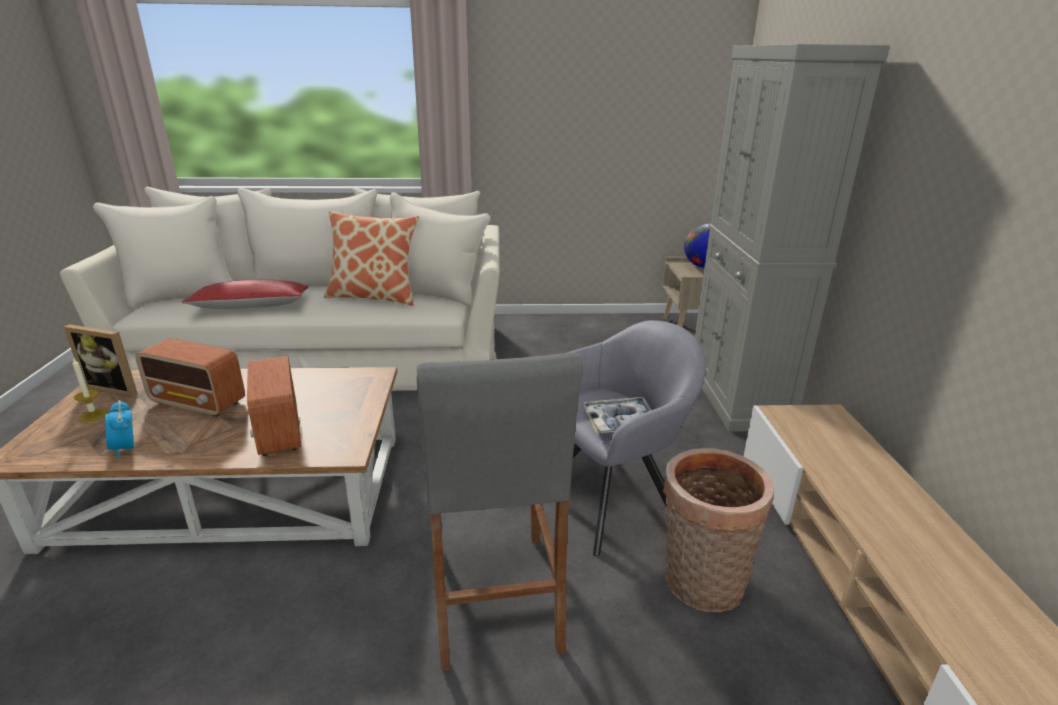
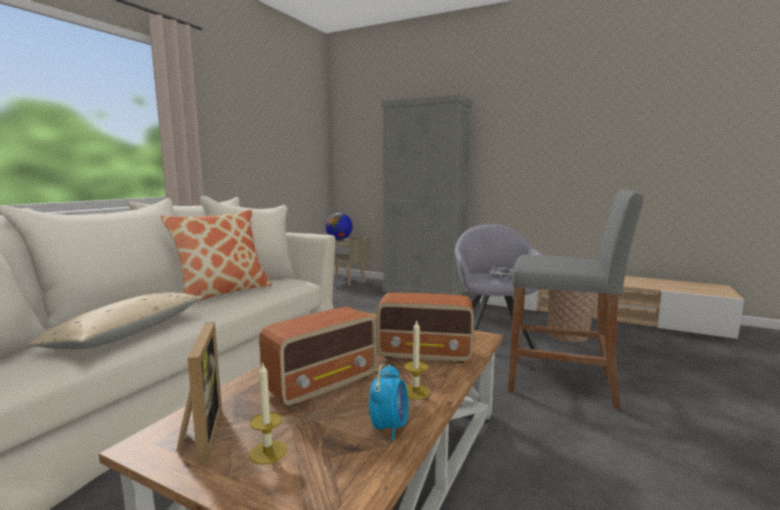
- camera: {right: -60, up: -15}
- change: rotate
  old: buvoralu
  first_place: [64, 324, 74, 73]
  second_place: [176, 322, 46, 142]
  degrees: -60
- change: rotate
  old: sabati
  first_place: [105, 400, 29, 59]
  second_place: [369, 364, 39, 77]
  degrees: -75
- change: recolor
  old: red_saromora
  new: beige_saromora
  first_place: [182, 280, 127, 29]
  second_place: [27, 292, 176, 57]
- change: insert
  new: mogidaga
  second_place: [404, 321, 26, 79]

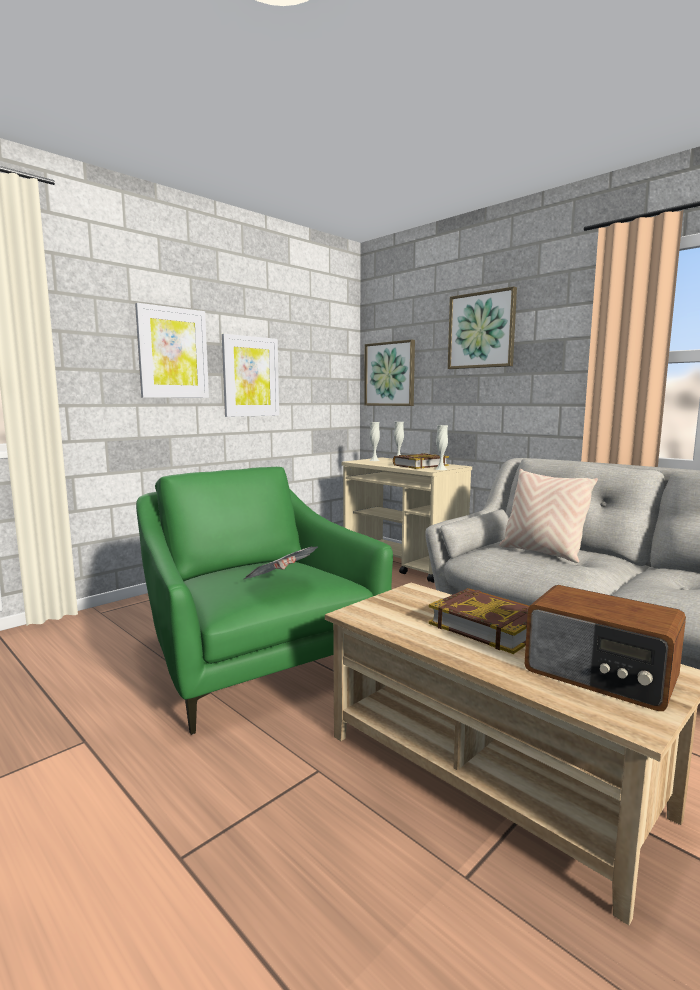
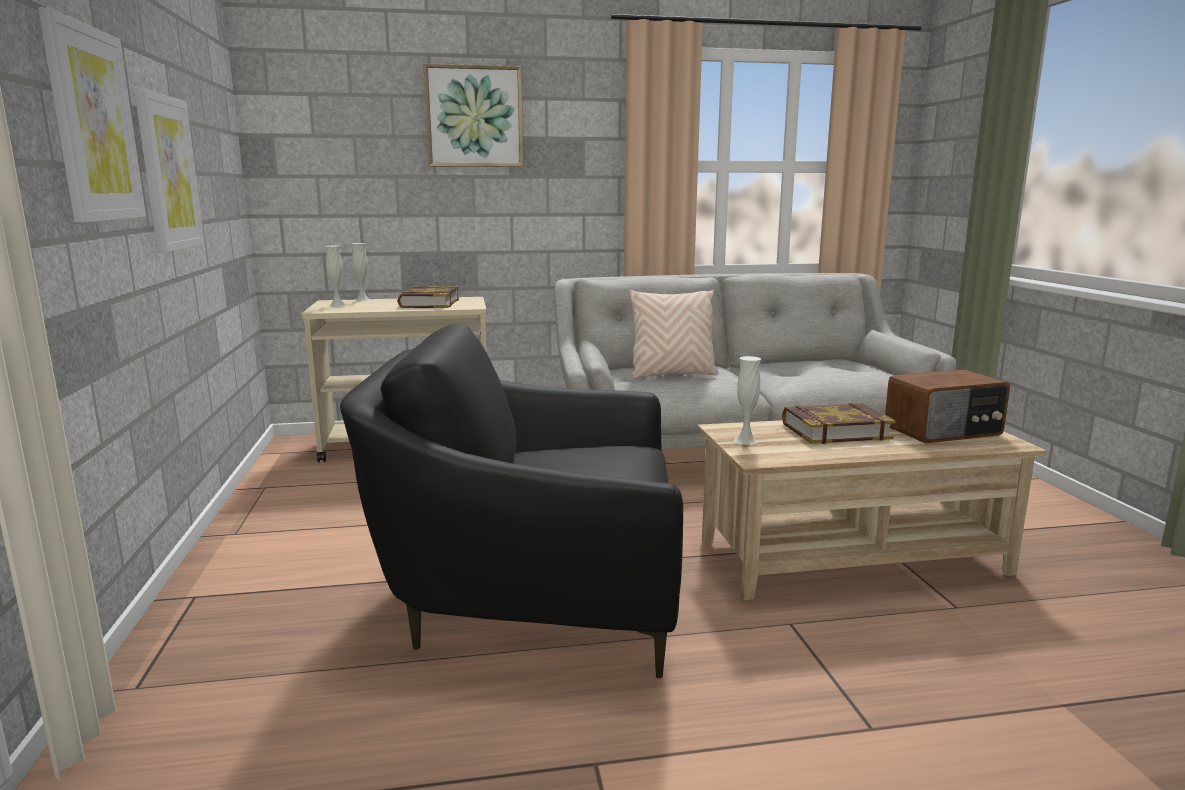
- camera: {right: -55, up: 5}
- change: recolor
  old: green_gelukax
  new: black_gelukax
  first_place: [136, 467, 257, 268]
  second_place: [340, 324, 343, 354]
- change: delete
  old: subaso
  first_place: [244, 546, 74, 33]
- change: delete
  old: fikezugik
  first_place: [364, 340, 51, 66]
- change: move
  old: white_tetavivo
  first_place: [435, 425, 13, 45]
  second_place: [733, 356, 28, 89]

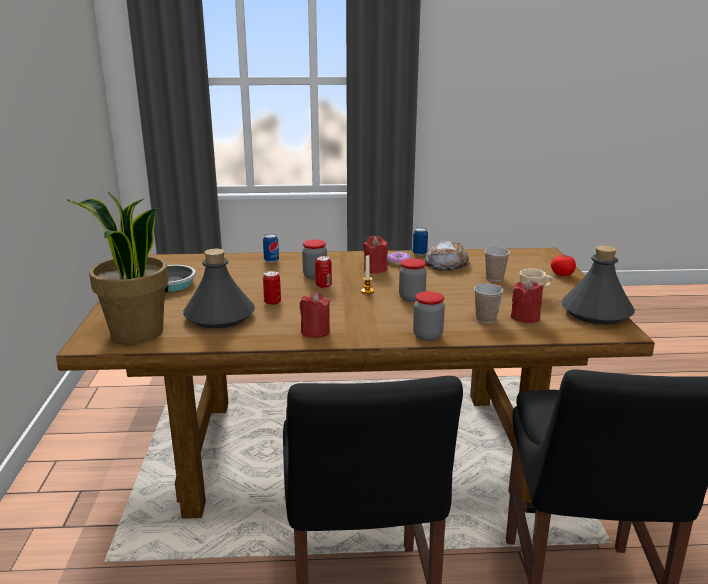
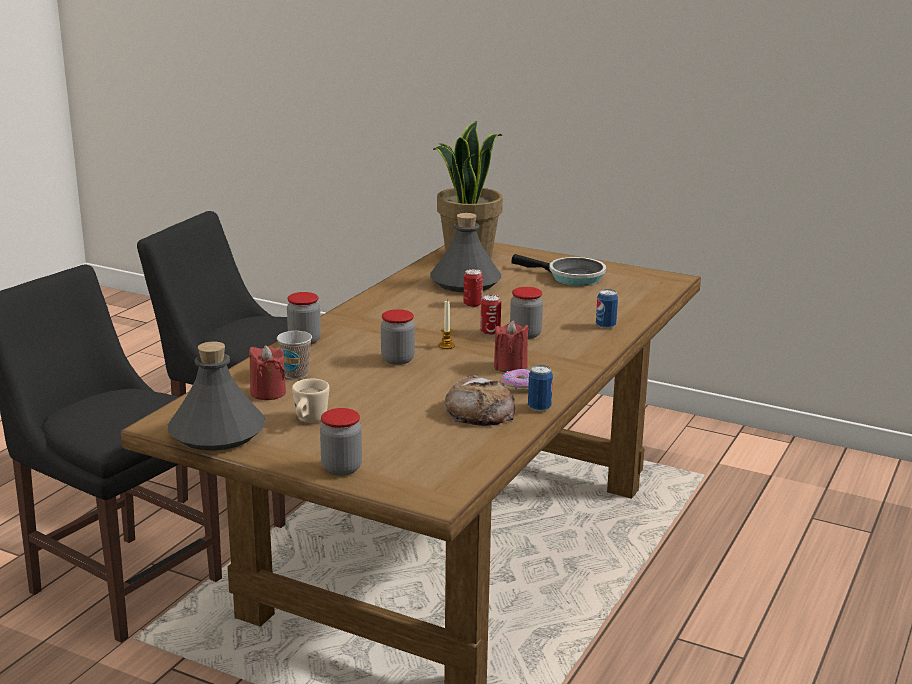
- camera: {right: 120, up: 0}
- change: delete
  old: red_mogidaga
  first_place: [300, 293, 30, 45]
- change: delete
  old: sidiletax
  first_place: [485, 247, 25, 34]
- change: replace
  old: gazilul
  new: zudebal
  first_place: [551, 255, 25, 21]
  second_place: [320, 408, 42, 68]

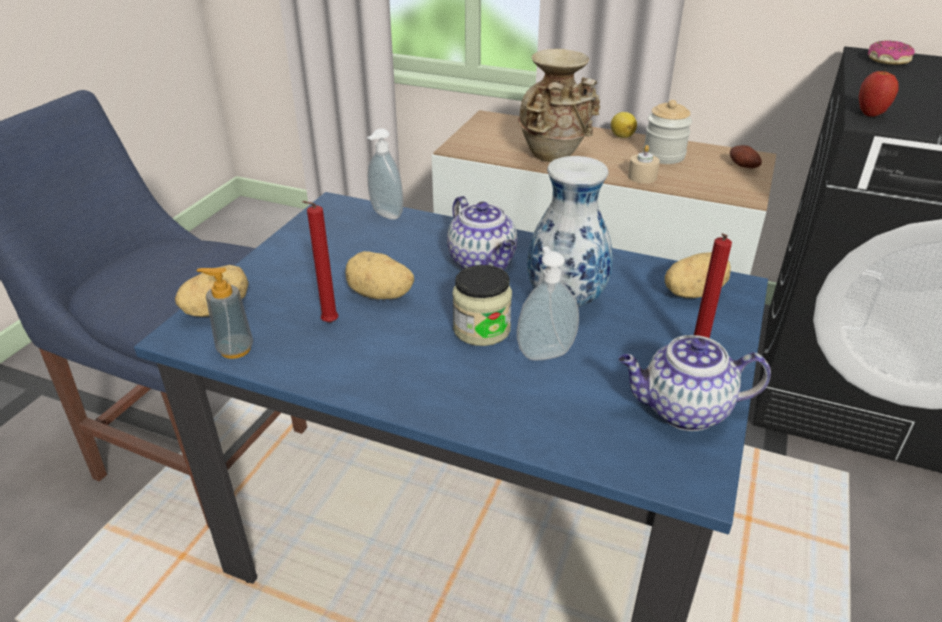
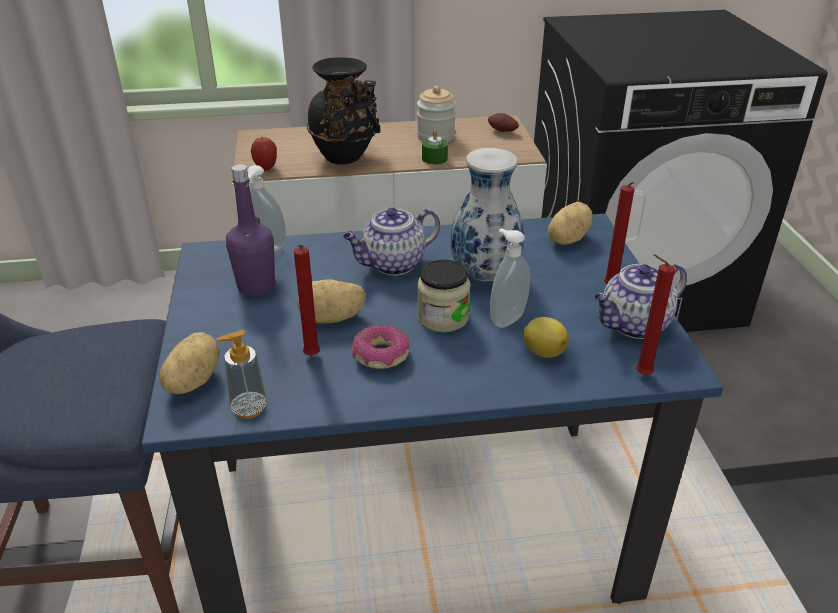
- camera: {right: -30, up: 0}
- change: rotate
  old: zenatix
  first_place: [447, 196, 70, 74]
  second_place: [343, 208, 97, 67]
  degrees: 120
- change: recolor
  old: beige_tetavivo
  new: black_tetavivo
  first_place: [518, 49, 82, 113]
  second_place: [307, 58, 74, 107]
- change: move
  old: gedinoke
  first_place: [611, 112, 26, 26]
  second_place: [524, 317, 45, 41]
- change: recolor
  old: beige_mogidaga
  new: green_mogidaga
  first_place: [628, 145, 32, 39]
  second_place: [422, 130, 26, 34]
- change: move
  old: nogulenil
  first_place: [859, 69, 40, 48]
  second_place: [251, 137, 26, 34]
- change: move
  old: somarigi
  first_place: [868, 40, 47, 25]
  second_place: [352, 325, 57, 44]
- change: insert
  new: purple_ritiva
  second_place: [226, 164, 49, 132]
- change: insert
  new: red_mogidaga
  second_place: [636, 254, 39, 121]

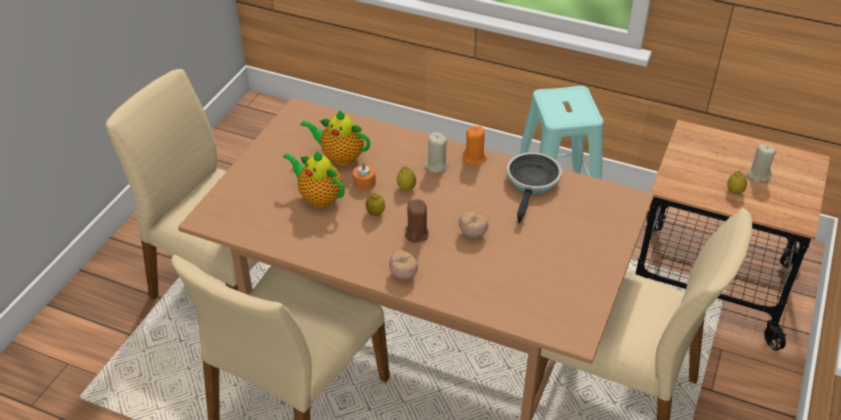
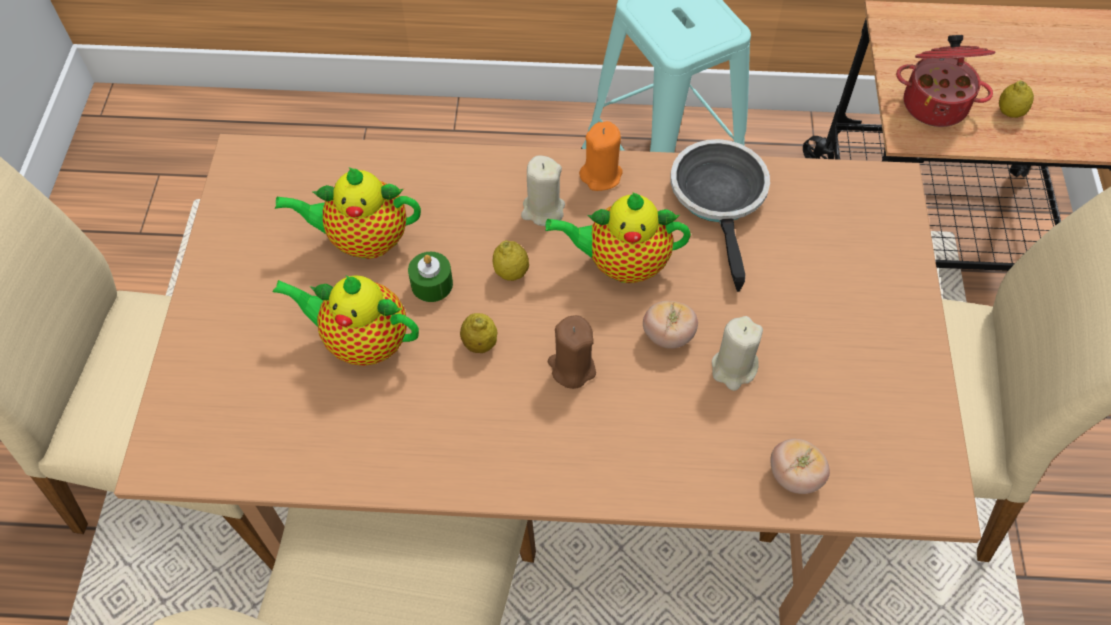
- camera: {right: -20, up: 15}
- change: recolor
  old: orange_mogidaga
  new: green_mogidaga
  first_place: [353, 162, 23, 28]
  second_place: [408, 252, 45, 50]
- change: move
  old: gazilul
  first_place: [389, 251, 29, 29]
  second_place: [770, 439, 60, 55]
- change: move
  old: beige_mogidaga
  first_place: [748, 144, 28, 39]
  second_place: [712, 316, 51, 75]
- change: insert
  new: zenatix
  second_place: [546, 192, 145, 91]
- change: insert
  new: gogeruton
  second_place: [896, 35, 99, 92]

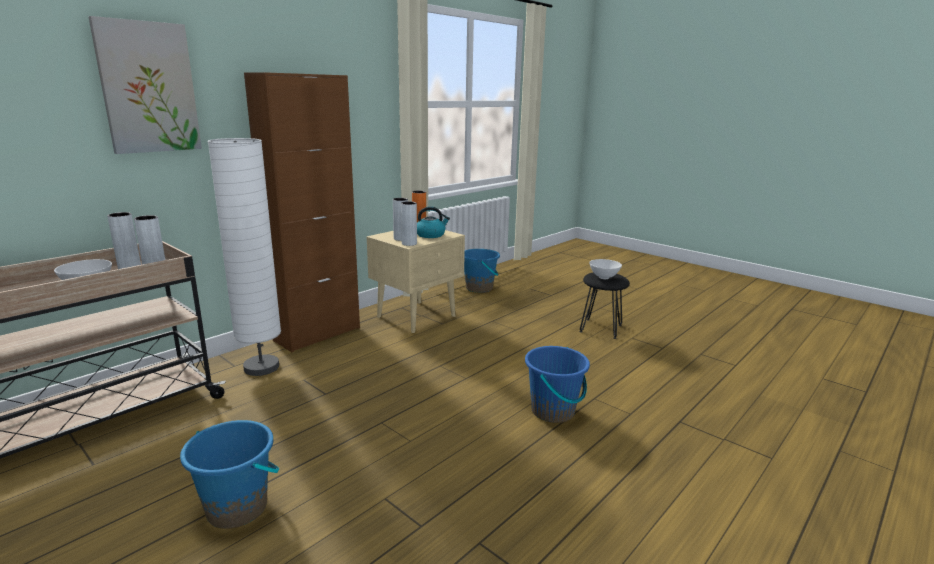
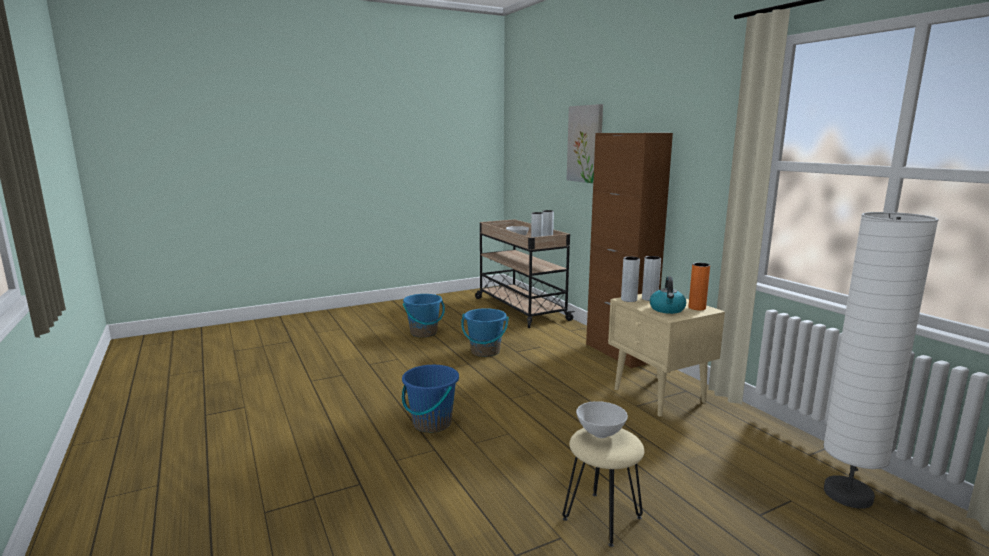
- camera: {right: 110, up: -5}
- change: move
  old: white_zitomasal
  first_place: [208, 138, 73, 238]
  second_place: [823, 212, 116, 297]
- change: move
  old: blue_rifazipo
  first_place: [464, 249, 36, 44]
  second_place: [461, 308, 48, 49]
- change: recolor
  old: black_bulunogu
  new: beige_bulunogu
  first_place: [580, 273, 50, 66]
  second_place: [563, 428, 81, 119]

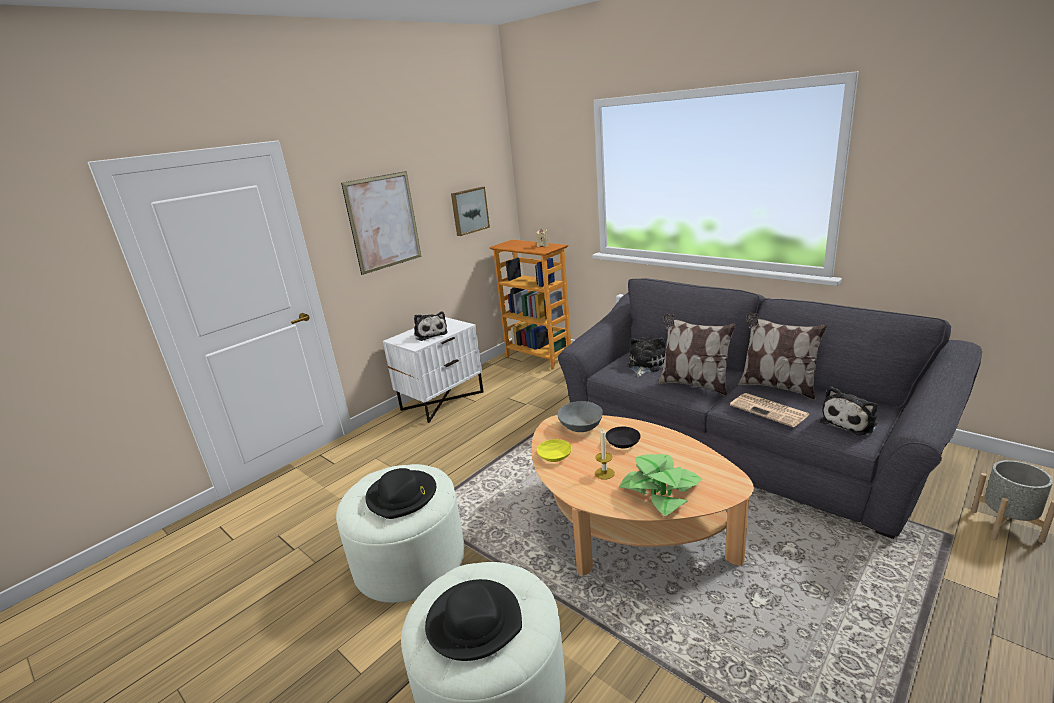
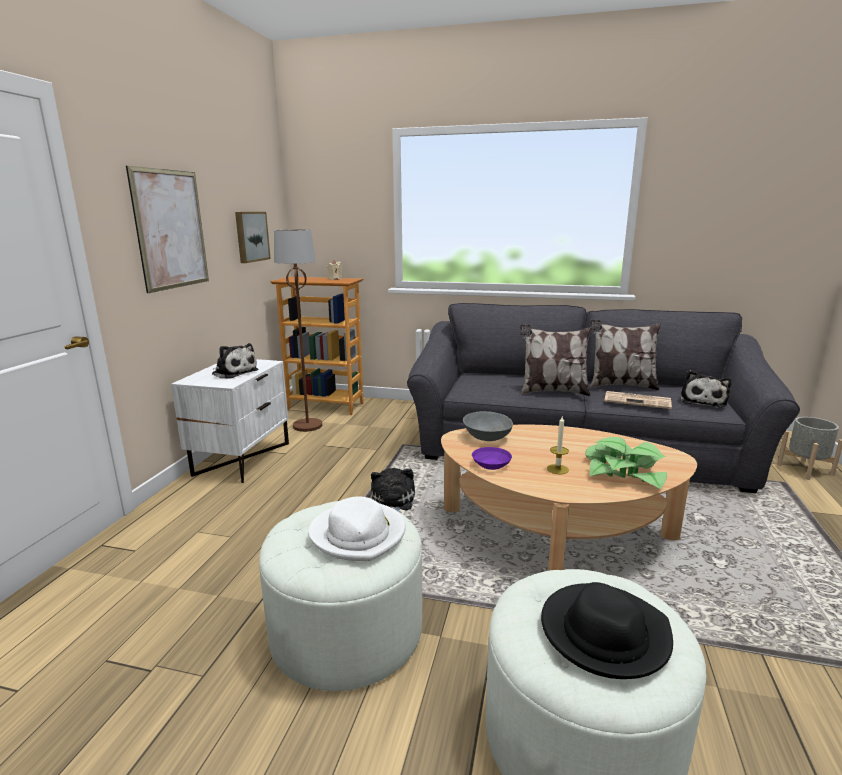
- camera: {right: -30, up: -5}
- change: recolor
  old: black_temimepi
  new: white_temimepi
  first_place: [365, 468, 71, 51]
  second_place: [309, 496, 97, 65]
- change: recolor
  old: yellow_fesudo
  new: purple_fesudo
  first_place: [537, 439, 35, 23]
  second_place: [472, 447, 40, 23]
- change: delete
  old: black_fesudo
  first_place: [606, 427, 35, 22]
- change: move
  old: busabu
  first_place: [627, 336, 39, 41]
  second_place: [371, 468, 44, 43]
- change: insert
  new: brown_zitomasal
  second_place: [274, 229, 48, 203]

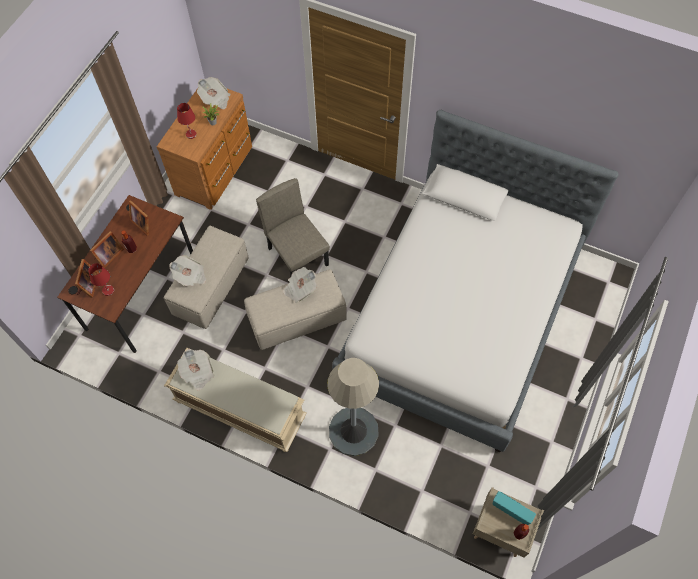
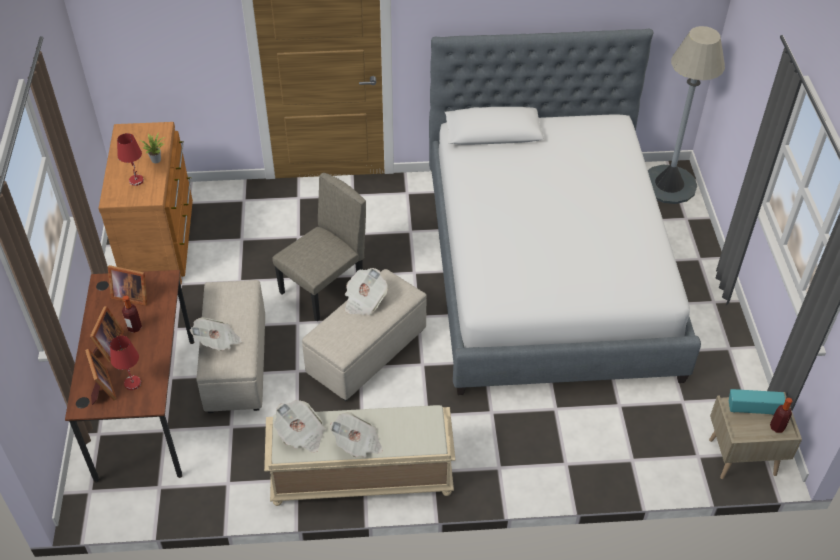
- camera: {right: -30, up: -15}
- change: move
  old: subaso
  first_place: [197, 77, 33, 32]
  second_place: [330, 412, 53, 45]
- change: rotate
  old: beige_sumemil
  first_place: [256, 178, 74, 98]
  second_place: [272, 173, 94, 148]
  degrees: 105
- change: move
  old: grey_zitomasal
  first_place: [327, 358, 52, 98]
  second_place: [648, 26, 77, 178]

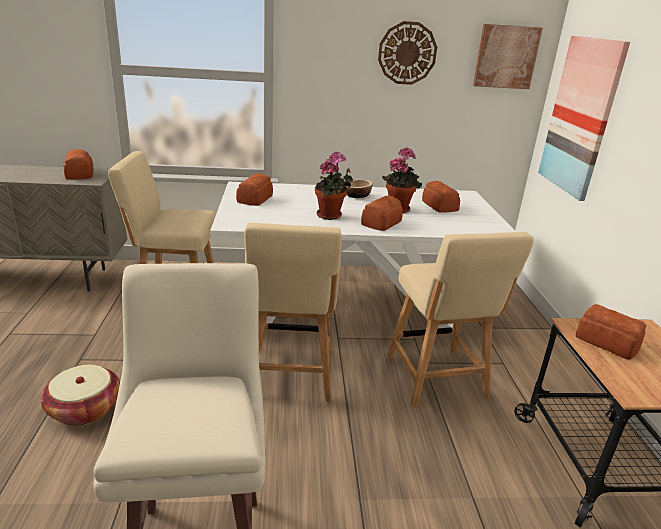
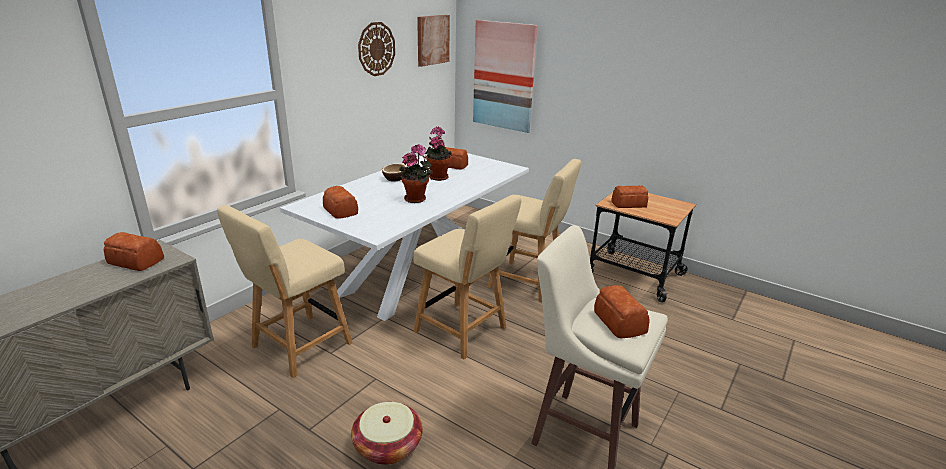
- camera: {right: -50, up: 0}
- change: move
  old: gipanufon
  first_place: [361, 196, 42, 35]
  second_place: [594, 285, 56, 53]

